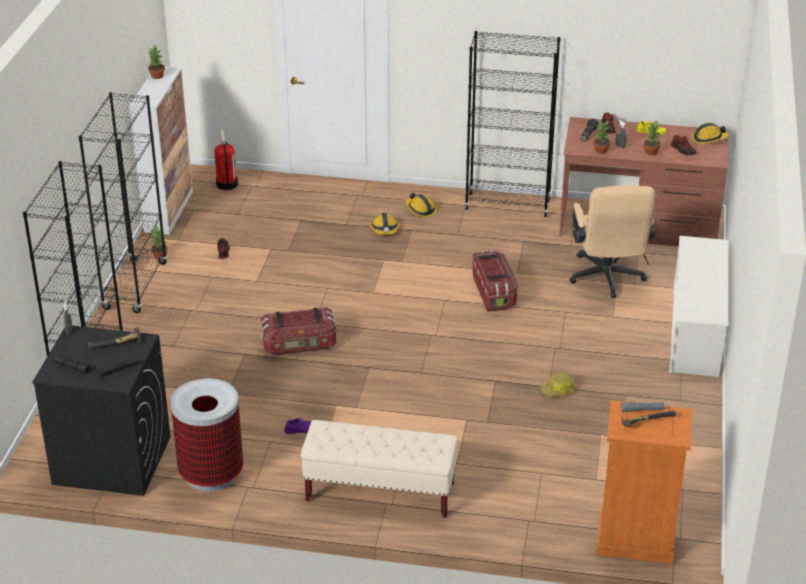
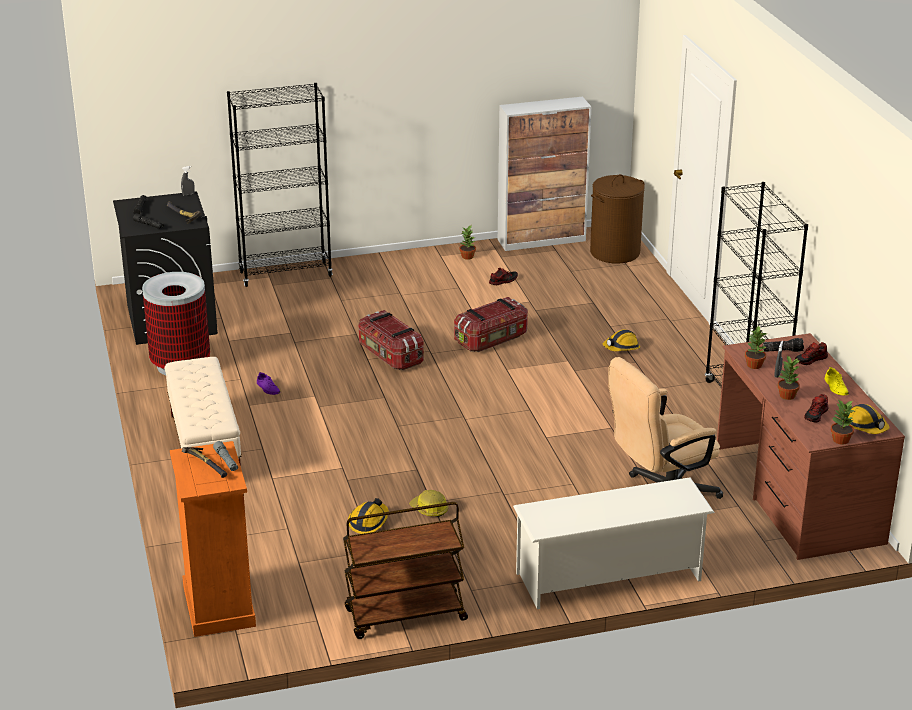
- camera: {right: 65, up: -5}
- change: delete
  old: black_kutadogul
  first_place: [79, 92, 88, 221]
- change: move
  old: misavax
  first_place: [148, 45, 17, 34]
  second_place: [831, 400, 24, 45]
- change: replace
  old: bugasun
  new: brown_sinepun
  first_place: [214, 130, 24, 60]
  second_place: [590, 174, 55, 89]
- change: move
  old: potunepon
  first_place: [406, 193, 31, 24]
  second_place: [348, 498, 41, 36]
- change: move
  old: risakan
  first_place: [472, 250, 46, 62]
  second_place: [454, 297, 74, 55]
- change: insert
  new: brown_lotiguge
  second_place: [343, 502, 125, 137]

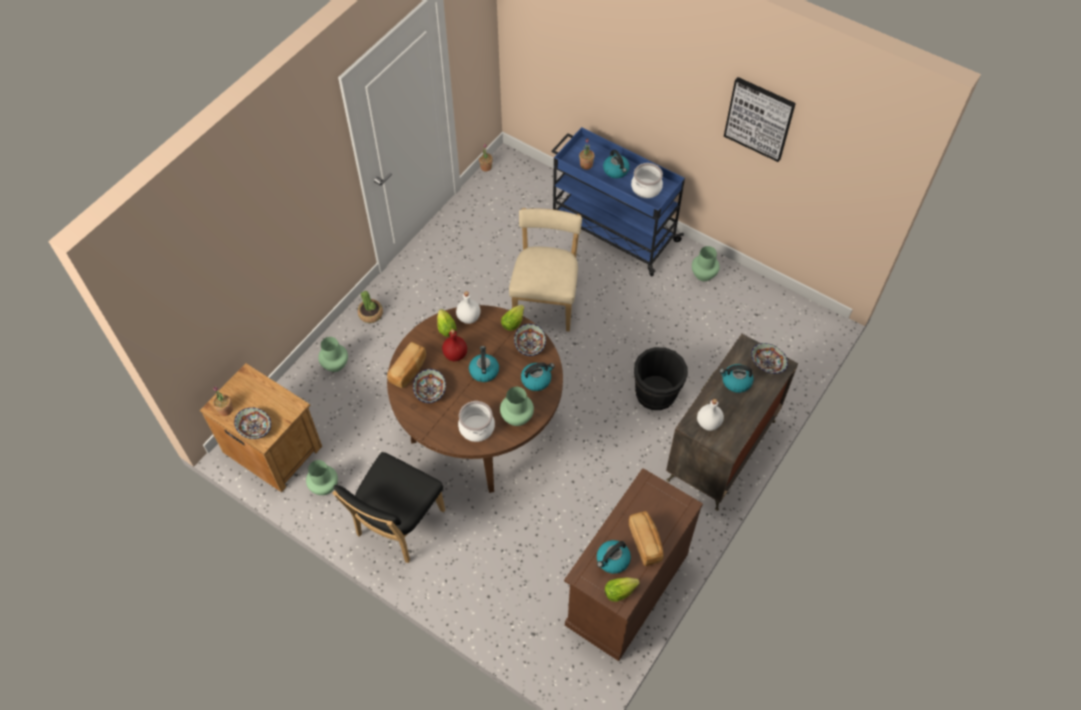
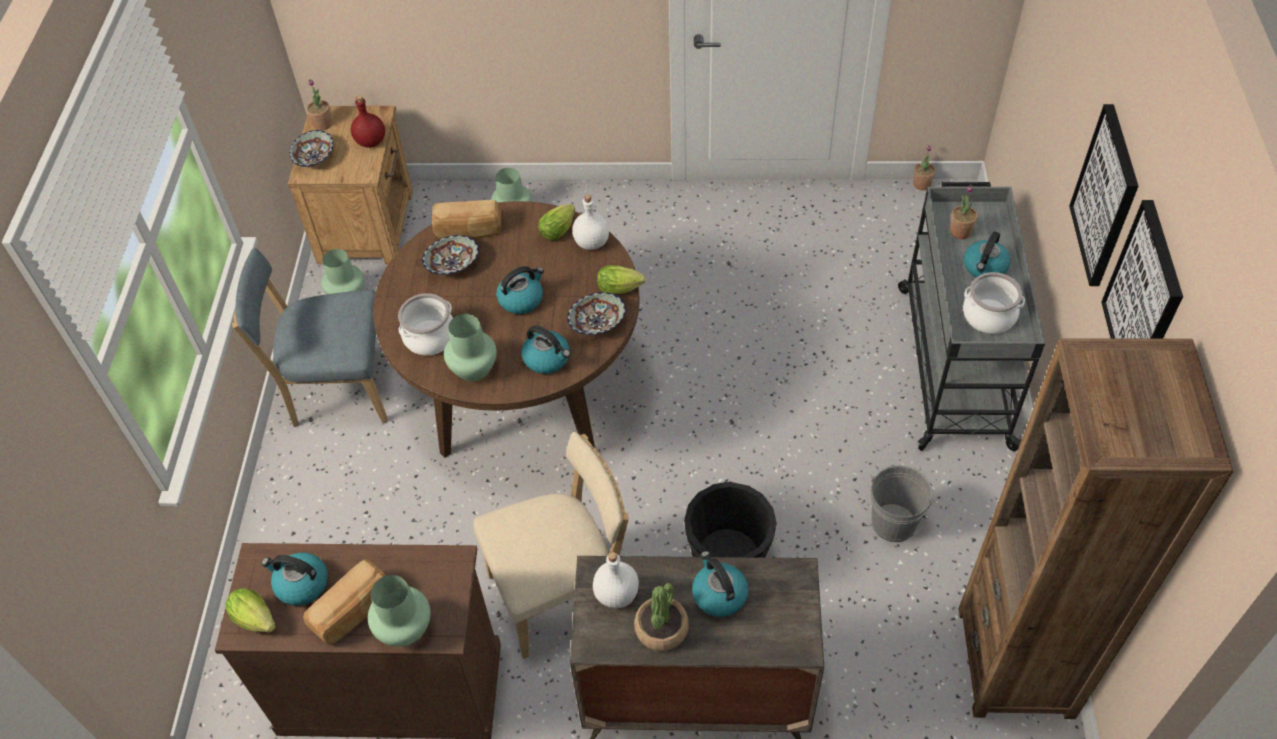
- camera: {right: 60, up: -5}
- change: recolor
  old: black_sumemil
  new: blue_sumemil
  first_place: [332, 452, 113, 111]
  second_place: [232, 248, 156, 179]
- change: move
  old: misavax
  first_place: [358, 291, 25, 32]
  second_place: [634, 583, 55, 68]
- change: move
  old: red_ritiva
  first_place: [442, 329, 25, 32]
  second_place: [351, 95, 34, 53]
- change: move
  old: beige_sumemil
  first_place: [509, 208, 73, 124]
  second_place: [473, 432, 156, 227]
- change: recolor
  old: blue_lotiguge
  new: grey_lotiguge
  first_place: [552, 127, 133, 149]
  second_place: [898, 182, 147, 270]
- change: move
  old: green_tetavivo
  first_place: [692, 246, 28, 35]
  second_place: [368, 575, 63, 72]
- change: delete
  old: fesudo
  first_place: [751, 343, 37, 31]
- change: insert
  new: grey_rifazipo
  second_place: [870, 465, 66, 77]
- change: insert
  new: brown_kutadogul
  second_place: [958, 338, 276, 381]
- change: insert
  new: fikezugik
  second_place: [1069, 104, 69, 182]

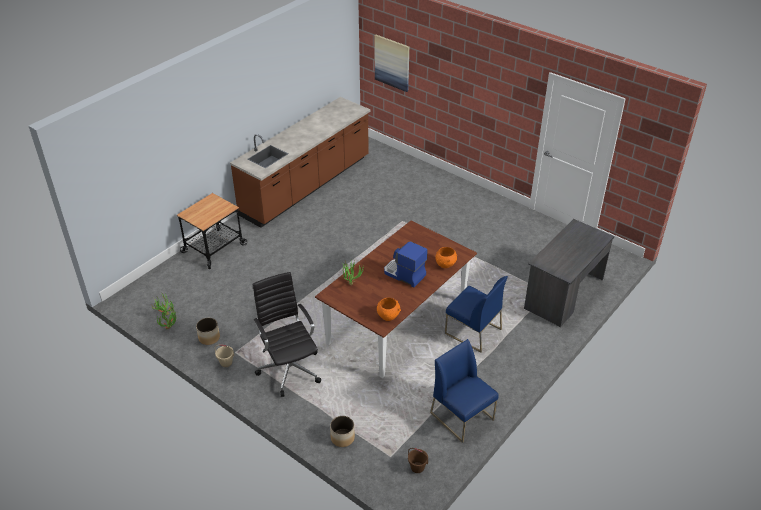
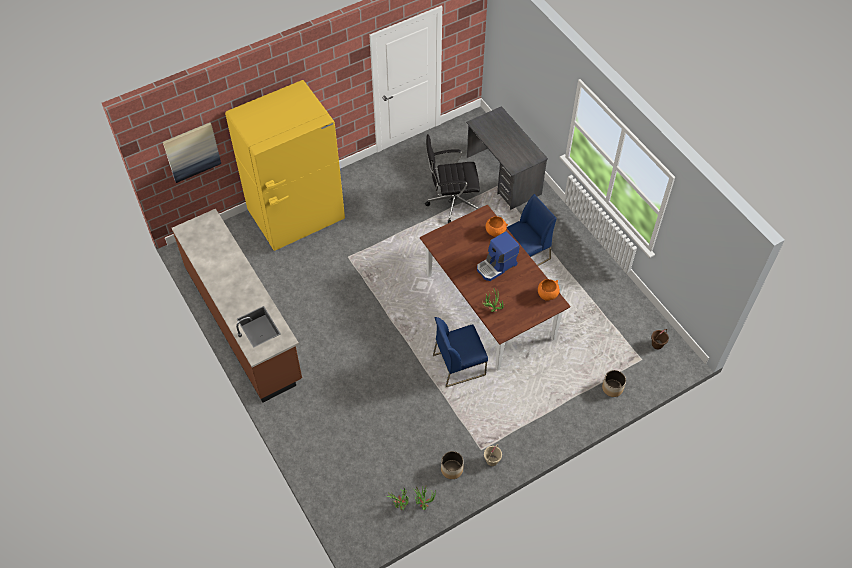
- camera: {right: -70, up: 15}
- change: delete
  old: lotiguge
  first_place: [177, 193, 70, 76]
- change: move
  old: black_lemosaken
  first_place: [252, 272, 69, 125]
  second_place: [425, 134, 55, 89]
- change: move
  old: blue_sumemil
  first_place: [430, 339, 69, 104]
  second_place: [433, 317, 55, 70]
- change: insert
  new: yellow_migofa
  second_place: [225, 80, 120, 171]

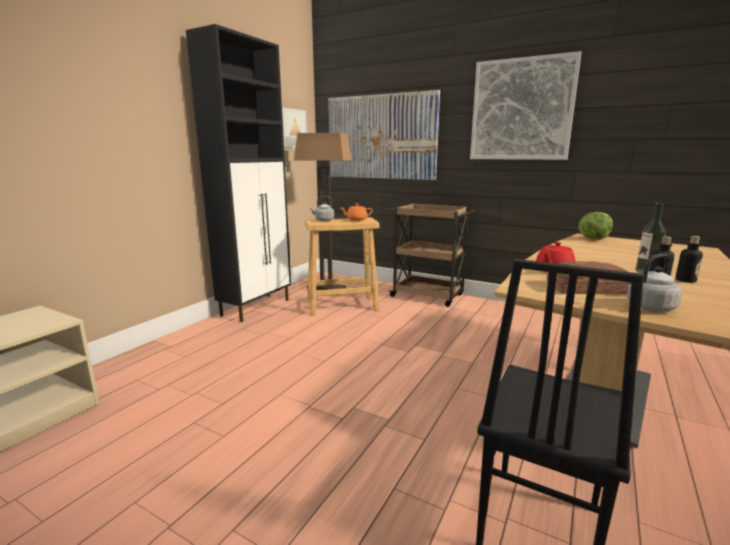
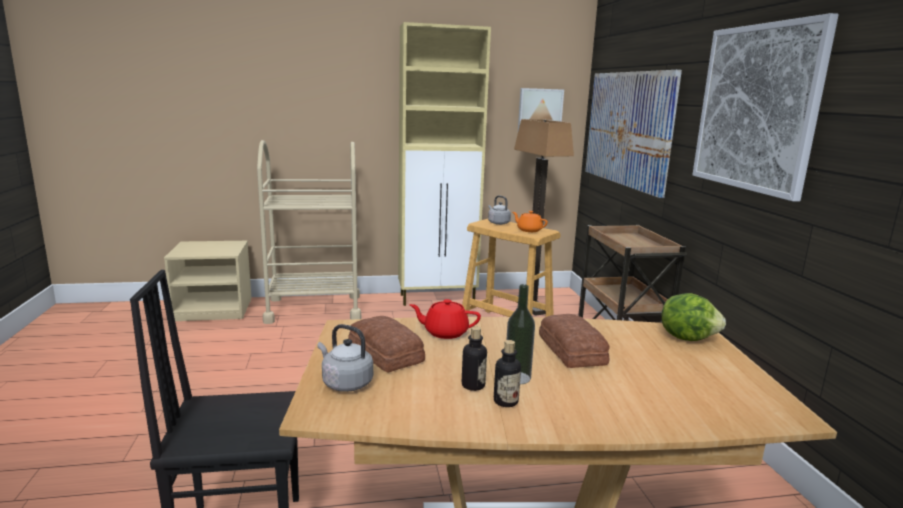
- camera: {right: 50, up: 0}
- change: recolor
  old: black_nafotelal
  new: beige_nafotelal
  first_place: [186, 24, 105, 298]
  second_place: [398, 22, 93, 284]
- change: insert
  new: beige_lotiguge
  second_place: [257, 140, 104, 184]
- change: insert
  new: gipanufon
  second_place: [539, 314, 71, 54]

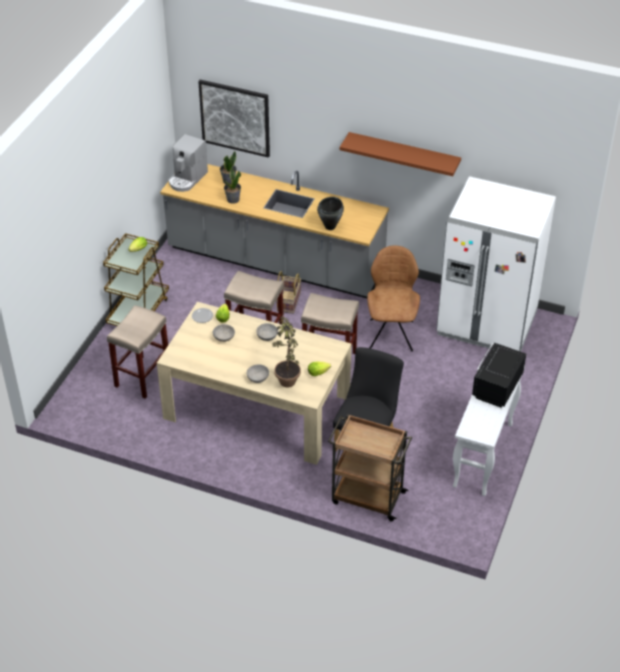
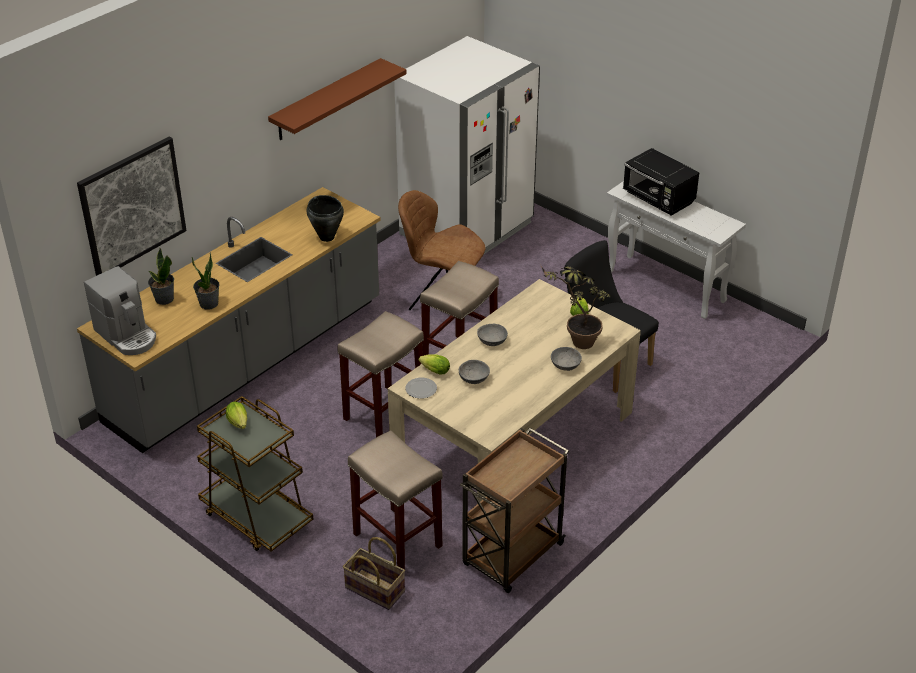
- camera: {right: -70, up: -5}
- change: move
  old: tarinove
  first_place: [277, 271, 24, 43]
  second_place: [343, 537, 62, 73]
- change: move
  old: brown_lotiguge
  first_place: [328, 414, 84, 108]
  second_place: [460, 428, 109, 165]

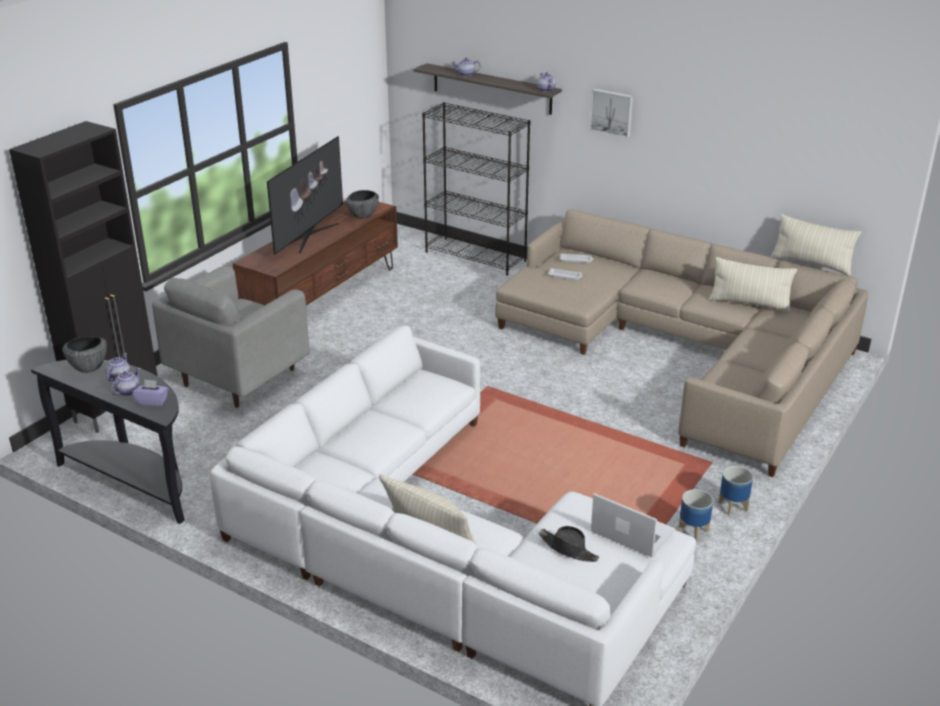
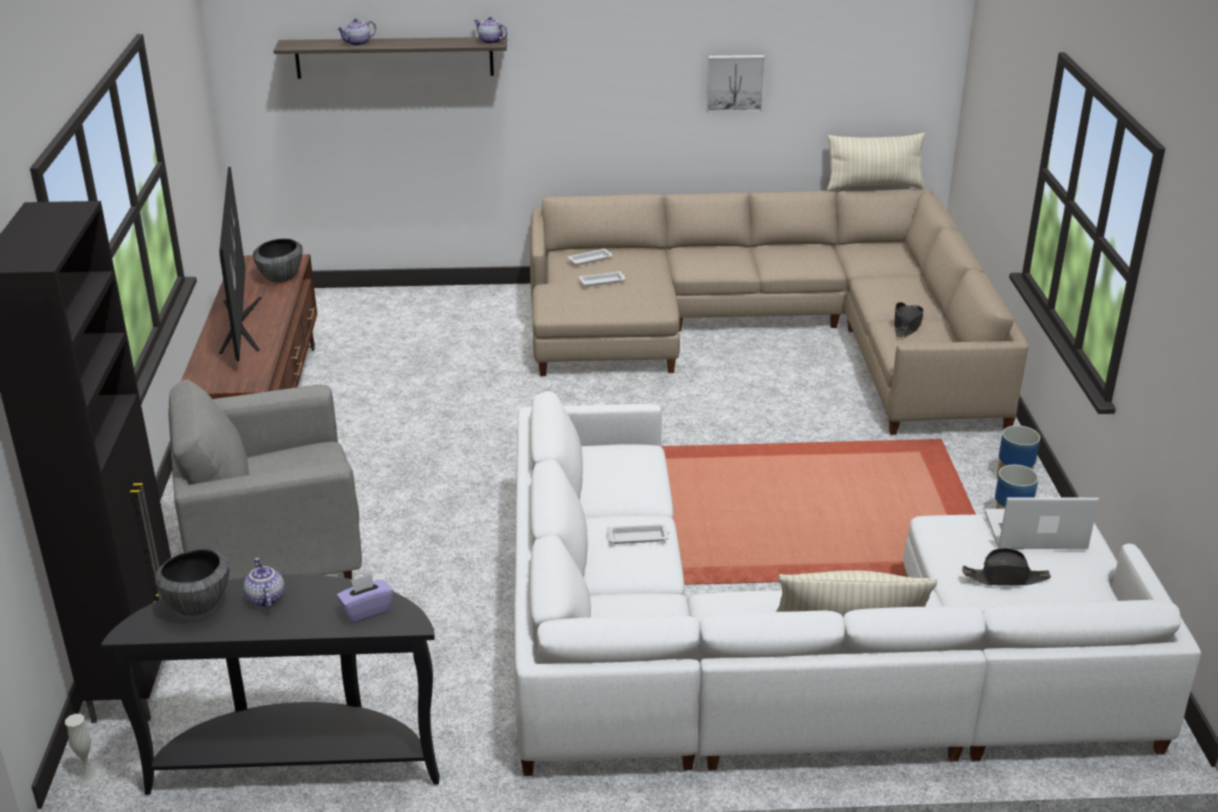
- camera: {right: -35, up: 0}
- change: delete
  old: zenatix
  first_place: [111, 368, 30, 28]
- change: rotate
  old: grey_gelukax
  first_place: [152, 266, 158, 142]
  second_place: [168, 379, 194, 201]
  degrees: 75
- change: delete
  old: black_kutadogul
  first_place: [422, 102, 109, 174]
- change: move
  old: fikezugik
  first_place: [590, 89, 43, 49]
  second_place: [706, 55, 59, 58]
- change: delete
  old: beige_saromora
  first_place: [708, 257, 89, 56]
- change: insert
  new: white_tetavivo
  second_place: [65, 714, 35, 70]
- change: insert
  new: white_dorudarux
  second_place: [607, 524, 63, 20]
- change: insert
  new: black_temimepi
  second_place: [894, 302, 29, 35]

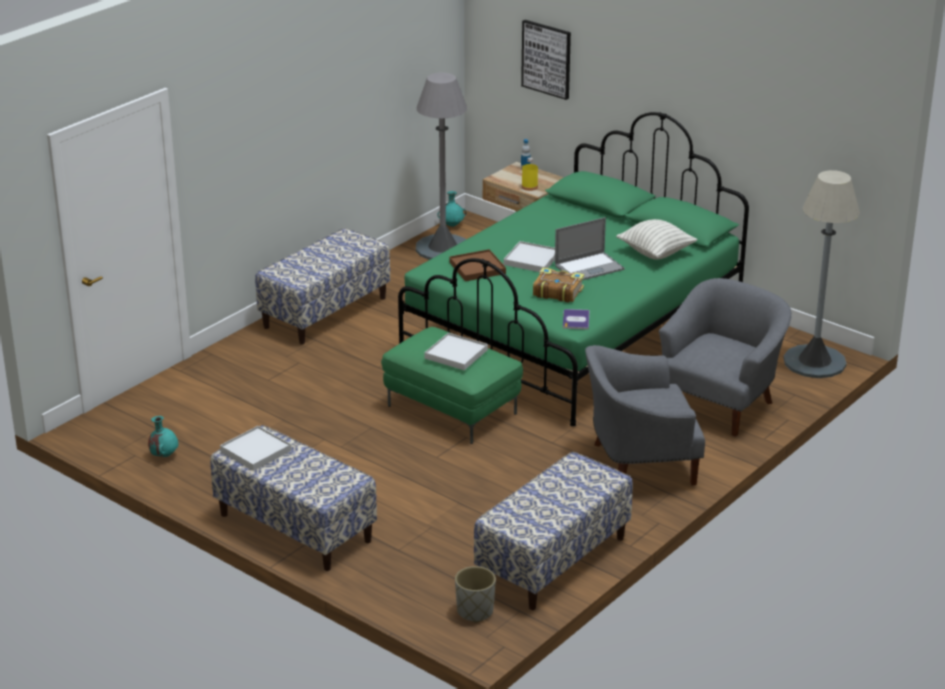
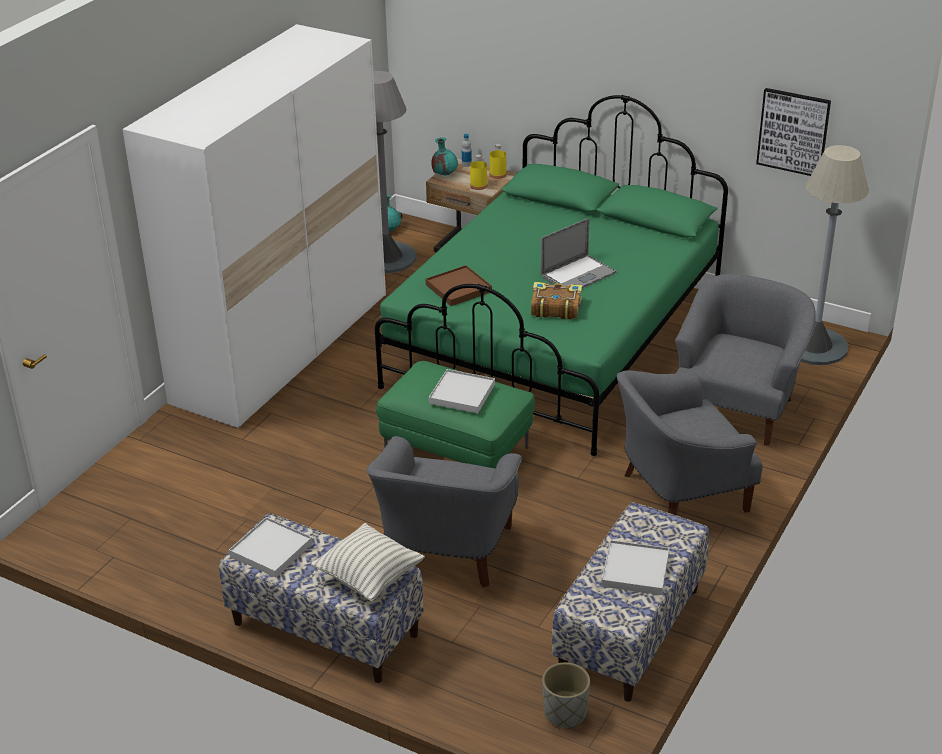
- camera: {right: -10, up: 5}
- change: move
  old: turquoise_tetavivo
  first_place: [148, 416, 31, 41]
  second_place: [431, 137, 27, 38]
- change: replace
  old: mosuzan
  new: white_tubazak
  first_place: [255, 228, 135, 117]
  second_place: [122, 24, 264, 404]
- change: move
  old: white_dorudarux
  first_place: [504, 241, 51, 31]
  second_place: [601, 540, 68, 55]
- change: move
  old: fikezugik
  first_place: [521, 20, 50, 80]
  second_place: [756, 88, 75, 88]
- change: delete
  old: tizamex
  first_place: [563, 309, 27, 21]
- change: move
  old: saromora
  first_place: [616, 219, 82, 41]
  second_place: [311, 523, 114, 78]
- change: insert
  new: grey_gelukax
  second_place: [367, 436, 155, 152]
- change: insert
  new: yellow_ritiva
  second_place: [490, 144, 17, 35]

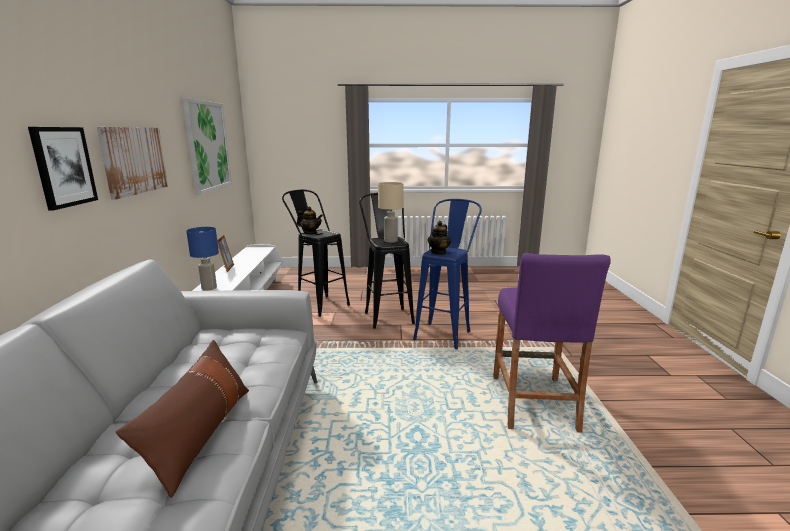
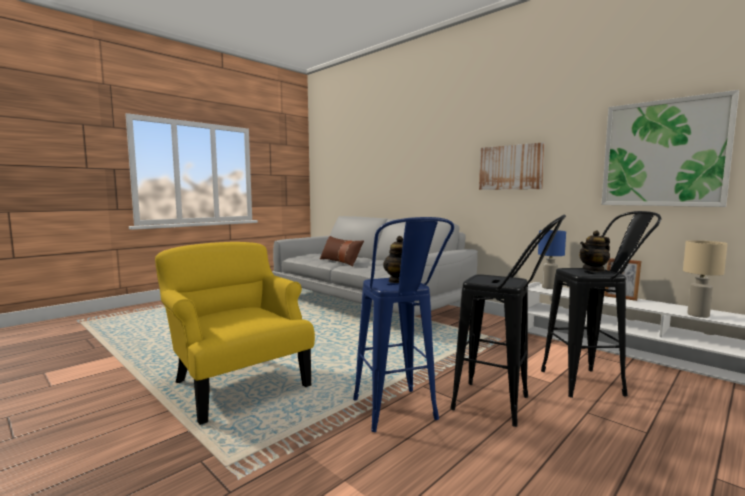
- camera: {right: 135, up: -10}
- change: delete
  old: fikezugik
  first_place: [28, 127, 70, 83]
- change: move
  old: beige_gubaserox
  first_place: [378, 182, 26, 61]
  second_place: [683, 240, 45, 78]
- change: replace
  old: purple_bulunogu
  new: yellow_gelukax
  first_place: [493, 253, 118, 180]
  second_place: [155, 242, 160, 183]

